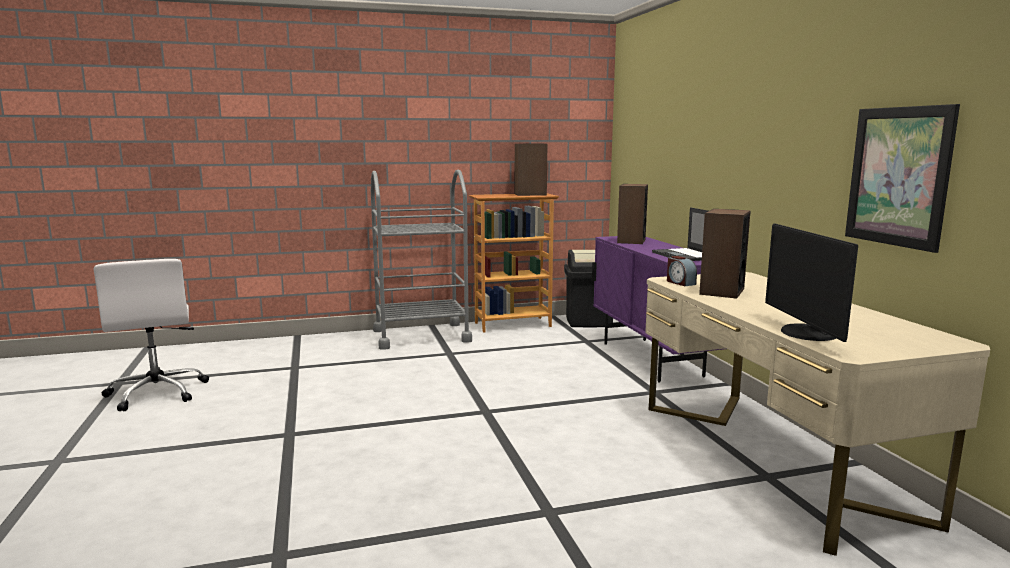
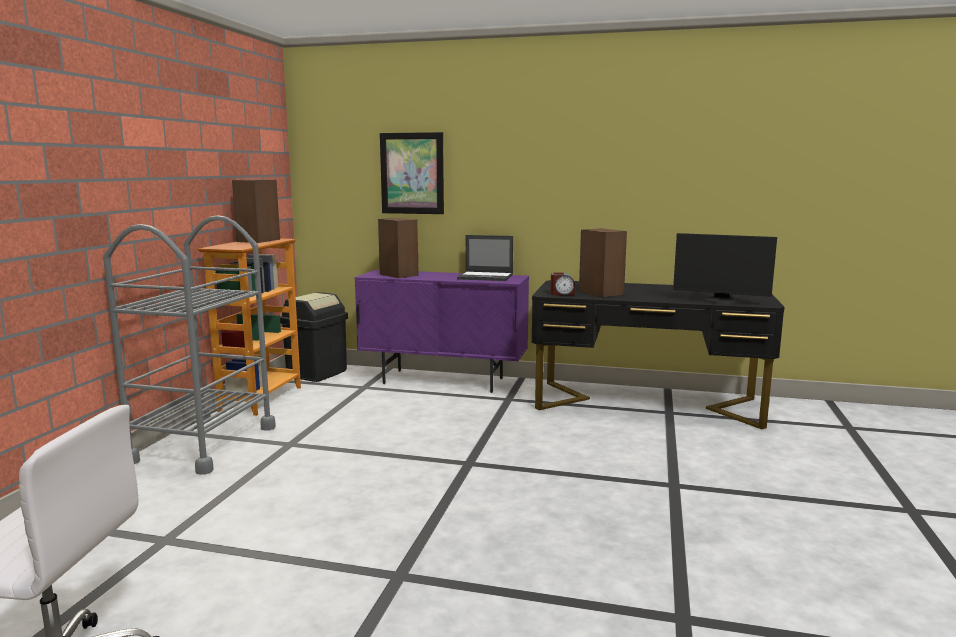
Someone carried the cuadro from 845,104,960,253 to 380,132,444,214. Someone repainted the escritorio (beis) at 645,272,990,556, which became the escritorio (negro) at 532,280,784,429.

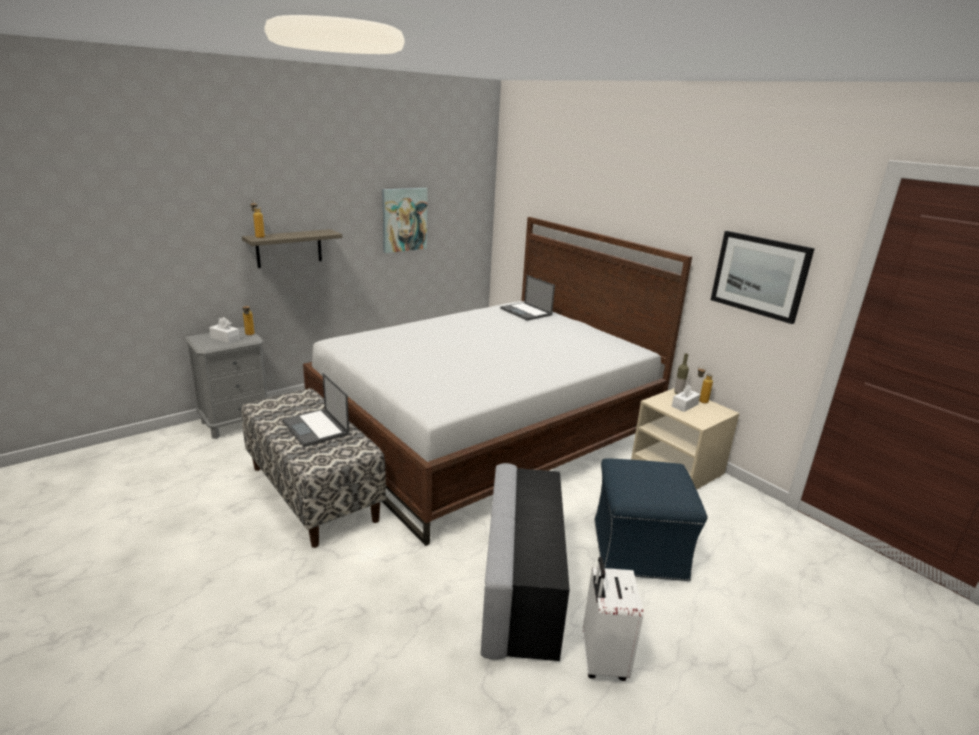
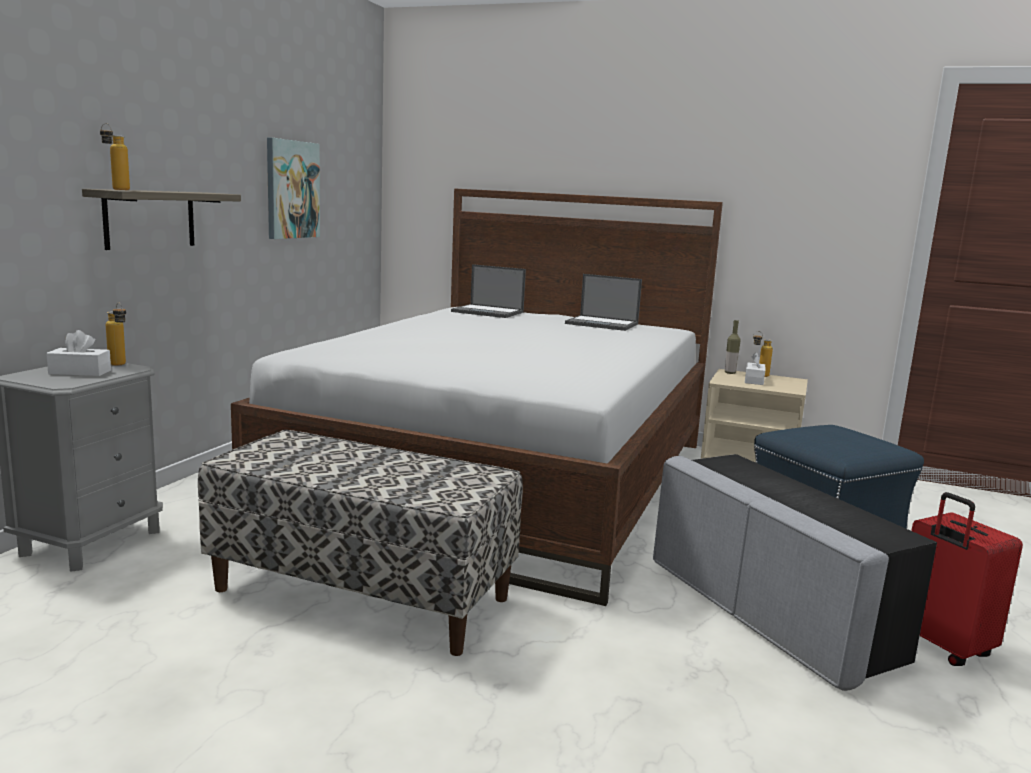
Someone carried the portátil from 282,373,349,447 to 565,274,642,331. Someone repainted the maleta (blanco) at 583,557,643,681, which became the maleta (rojo) at 911,492,1023,666. Someone took away the cuadro at 711,231,815,324.

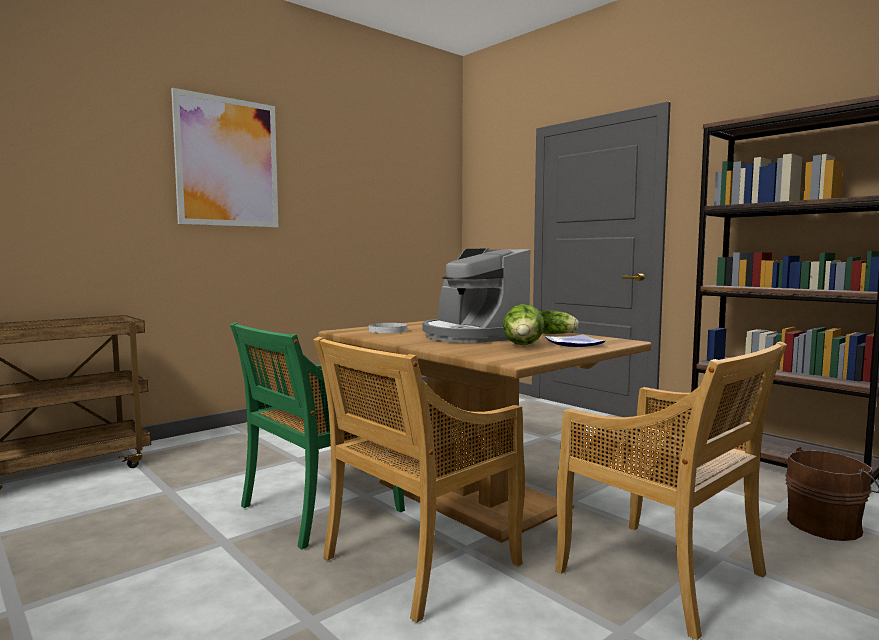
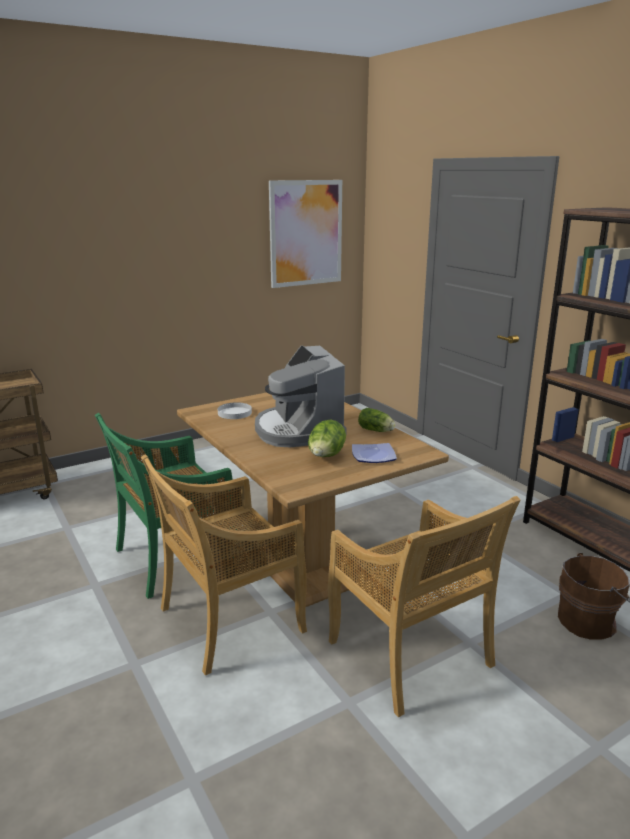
Someone carried the cuadro from 171,88,278,227 to 269,180,342,288.

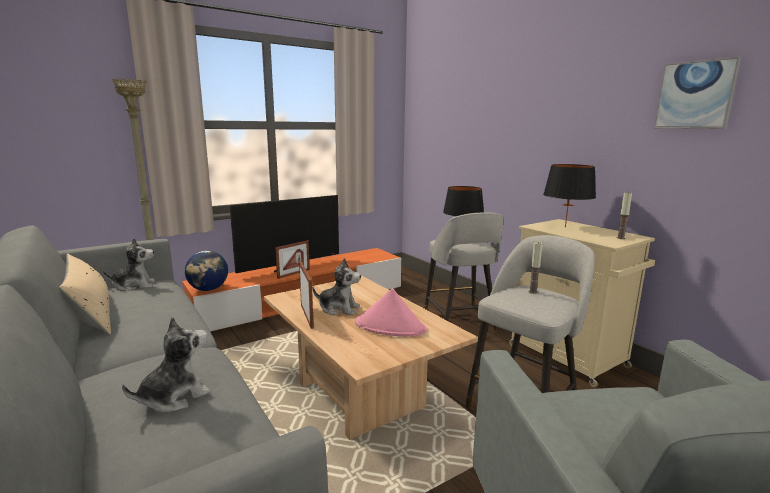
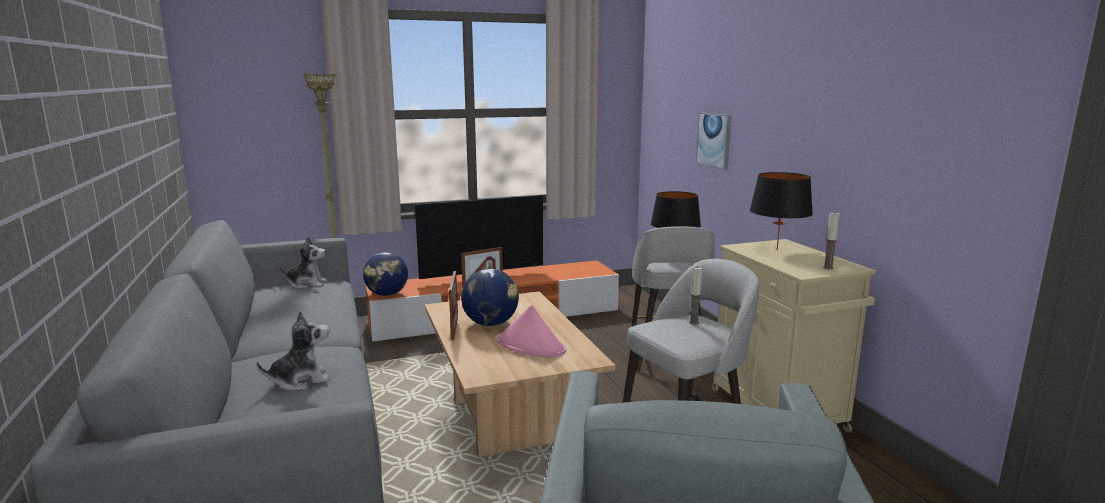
Someone swapped the peluche at 313,258,361,316 for the globo terráqueo at 461,269,519,326. Someone carried the cuadro from 654,57,741,129 to 696,112,732,170. Someone took away the cojín (beis) at 59,254,111,335.

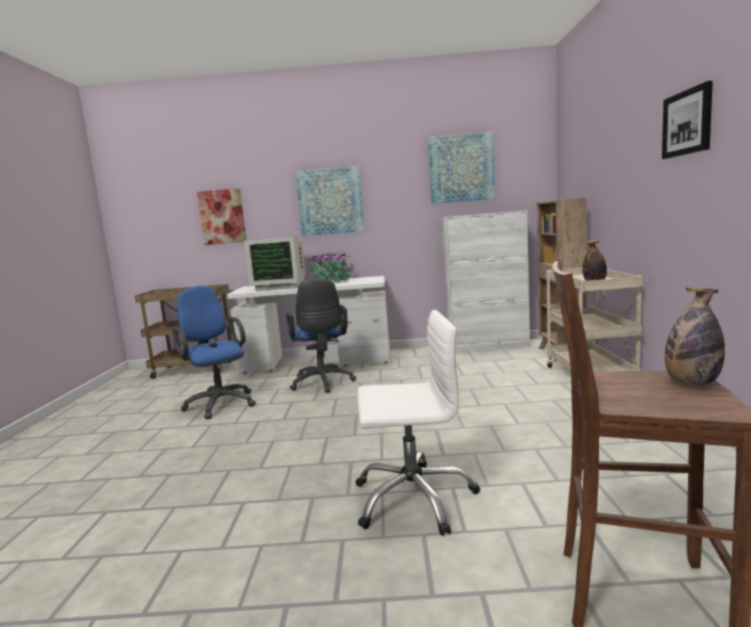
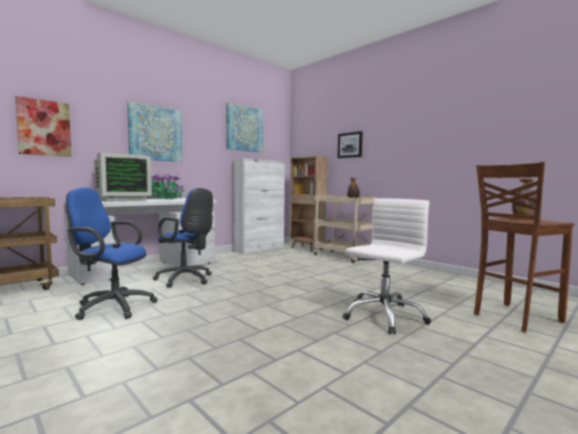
Someone carried the cuadro from 662,81,713,159 to 337,131,363,158.

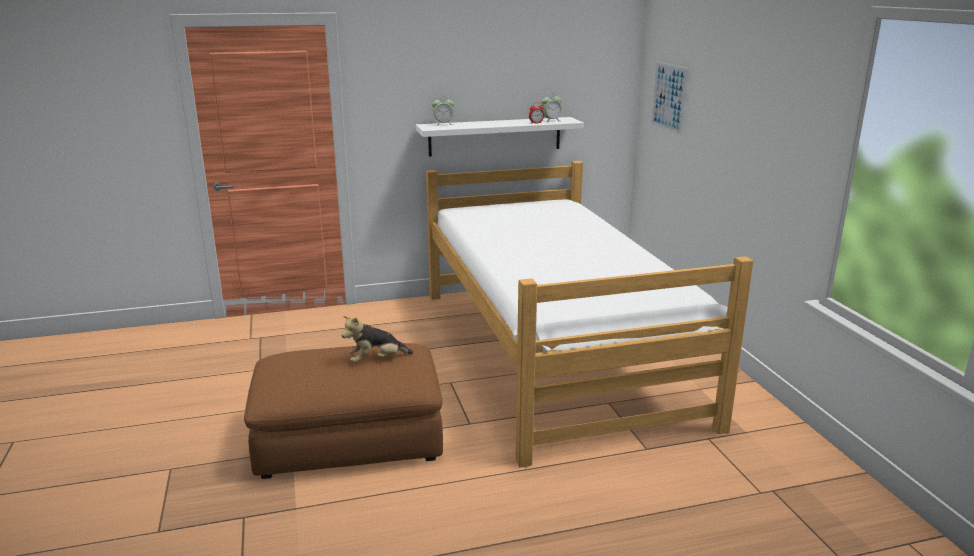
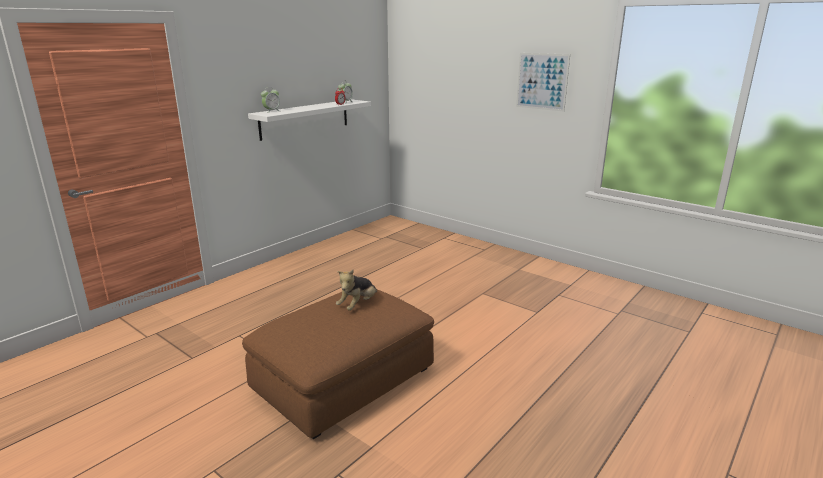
Someone carried the cuadro from 651,62,688,135 to 516,53,570,111. Someone took away the cama at 426,161,753,468.

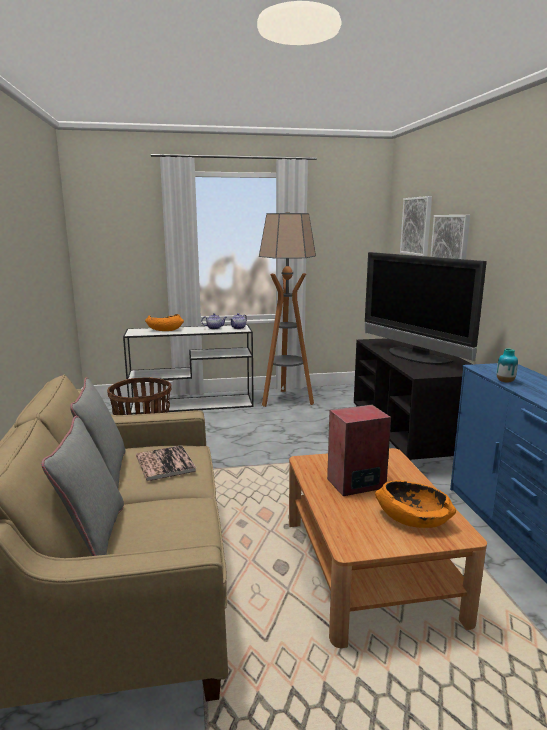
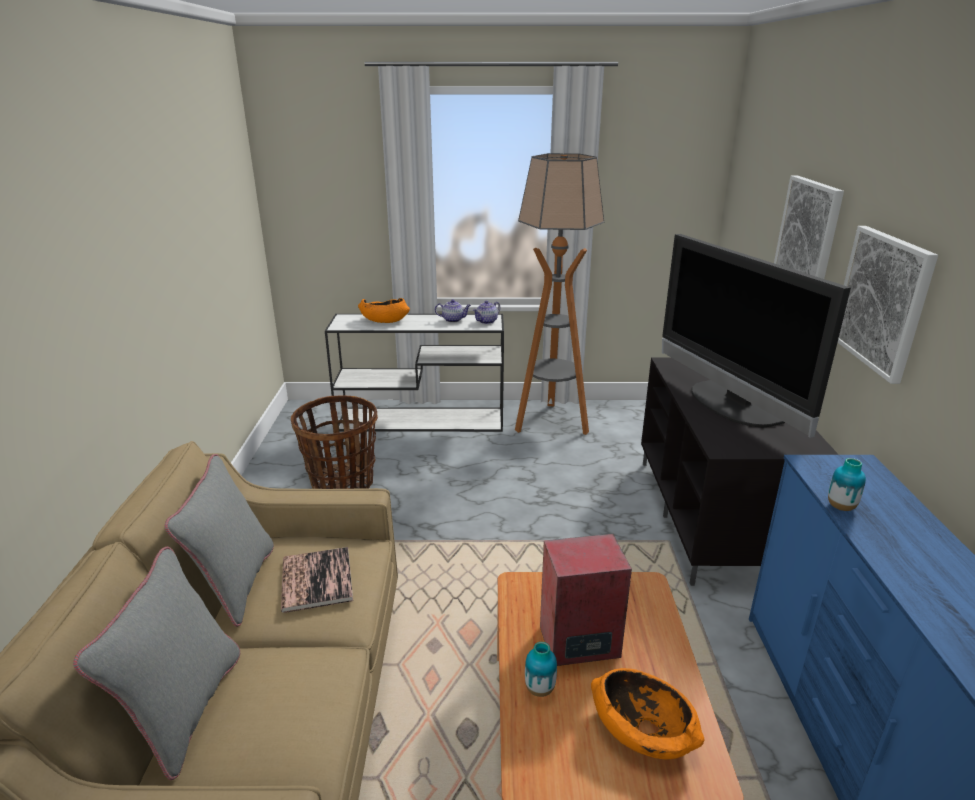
Someone put down the florero at 525,642,557,697. Someone carried the cuadro from 400,196,432,256 to 837,226,938,384.

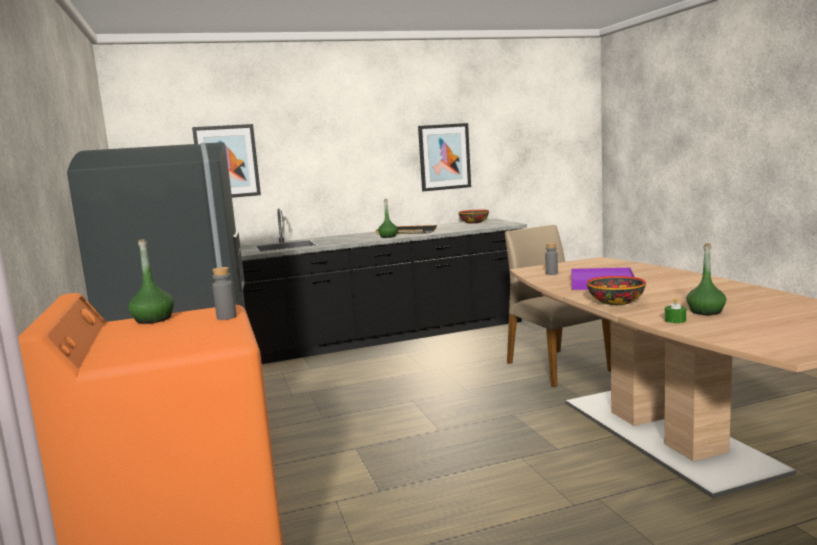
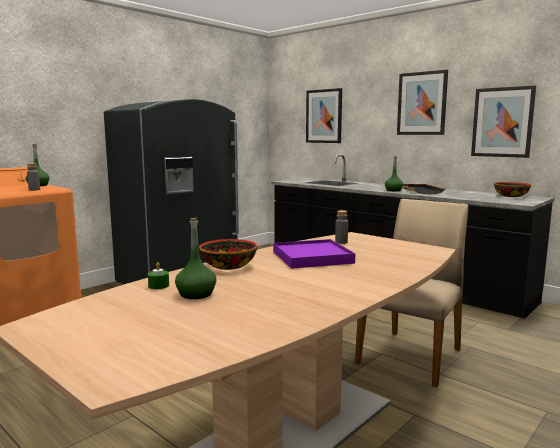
Someone put up the cuadro at 397,70,448,135.

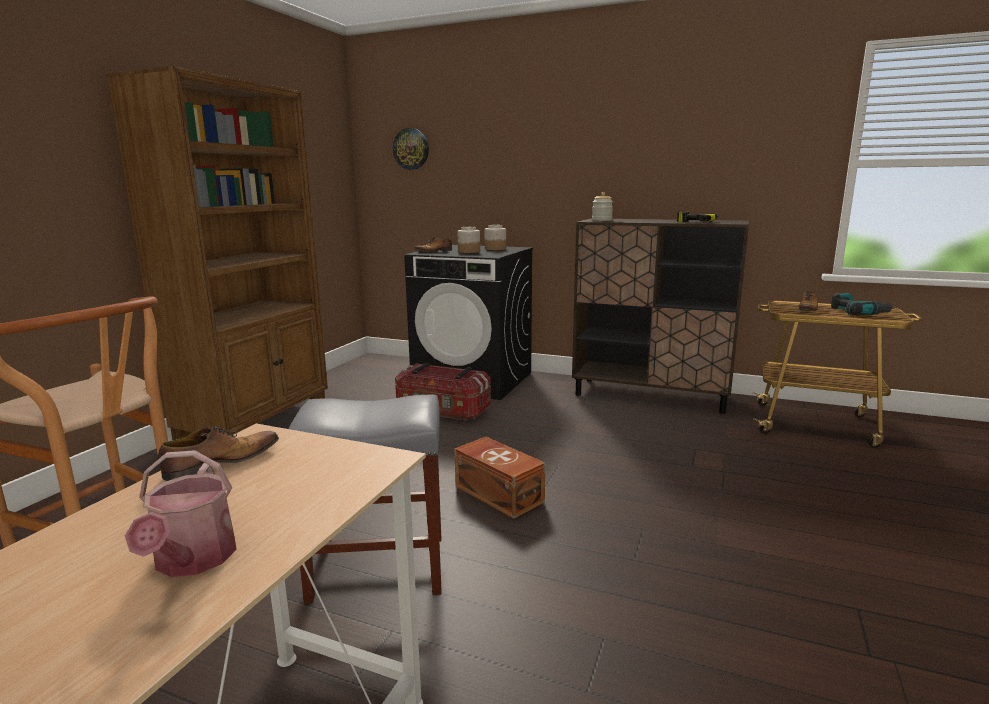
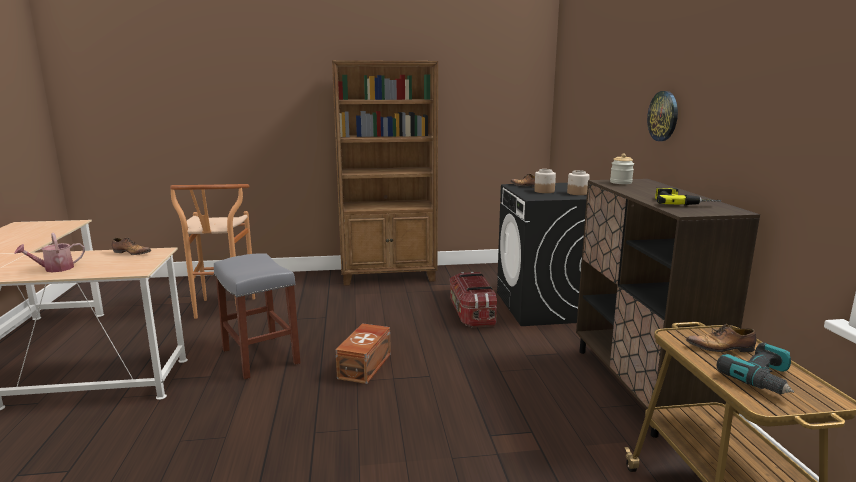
Someone carried the reloj de pared from 393,128,429,170 to 647,91,678,141.

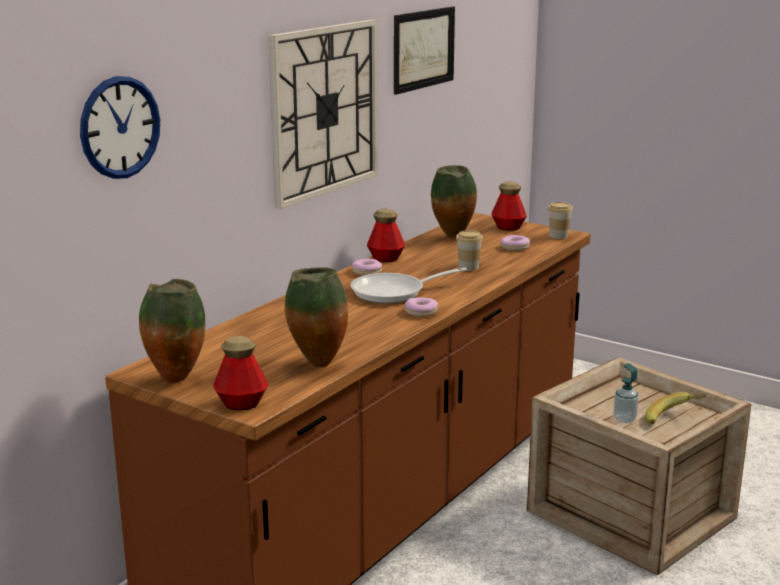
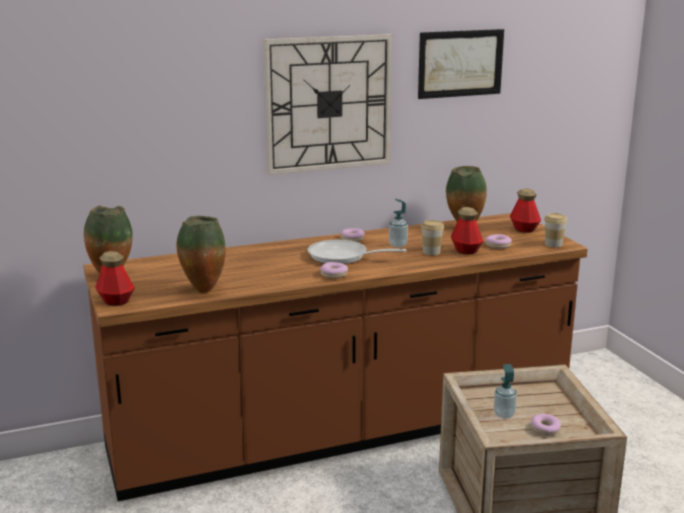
Someone put down the dispensador de jabón at 389,199,408,247. Someone carried the botella from 367,209,405,262 to 451,207,483,255. Someone swapped the plátano at 645,392,707,424 for the rosquilla at 531,414,561,435. Someone took away the reloj de pared at 80,76,160,179.

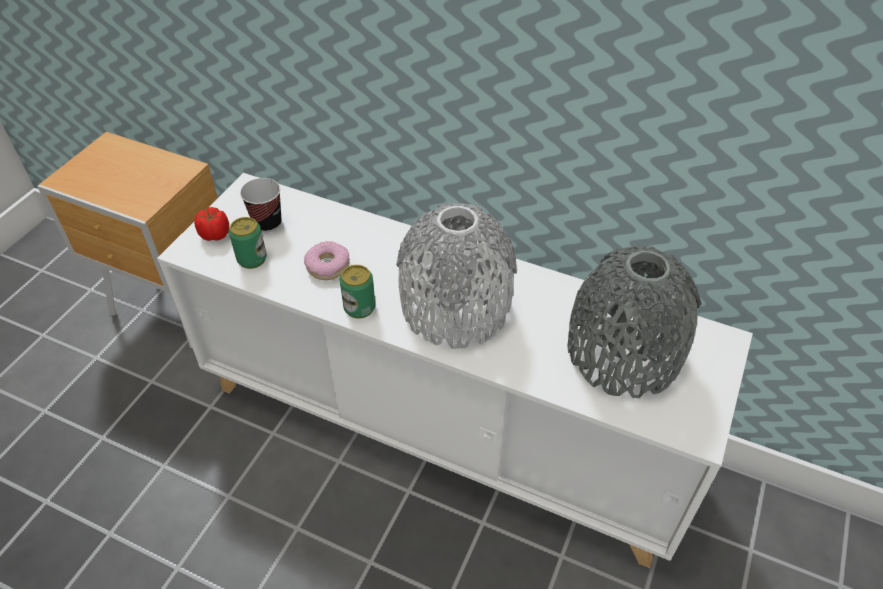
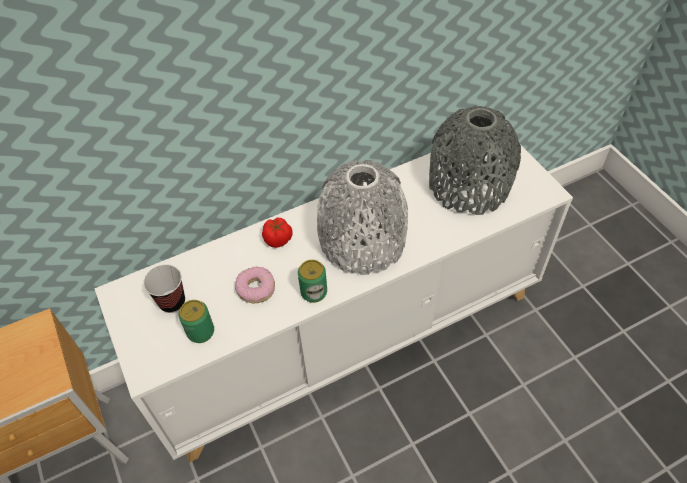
Someone carried the tomate from 194,207,229,241 to 262,218,292,248.

